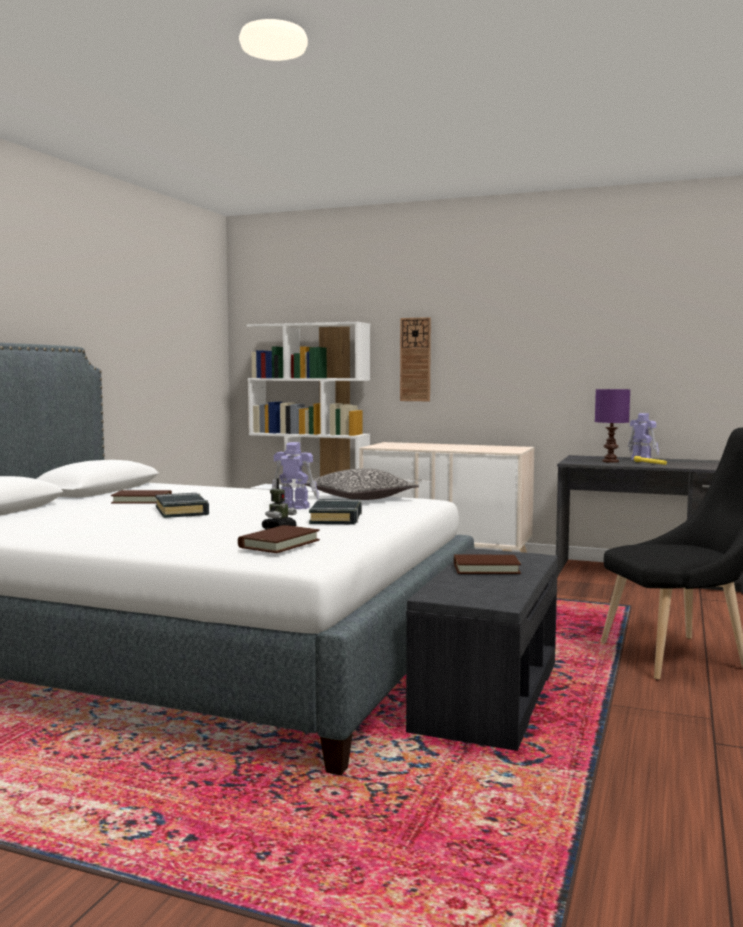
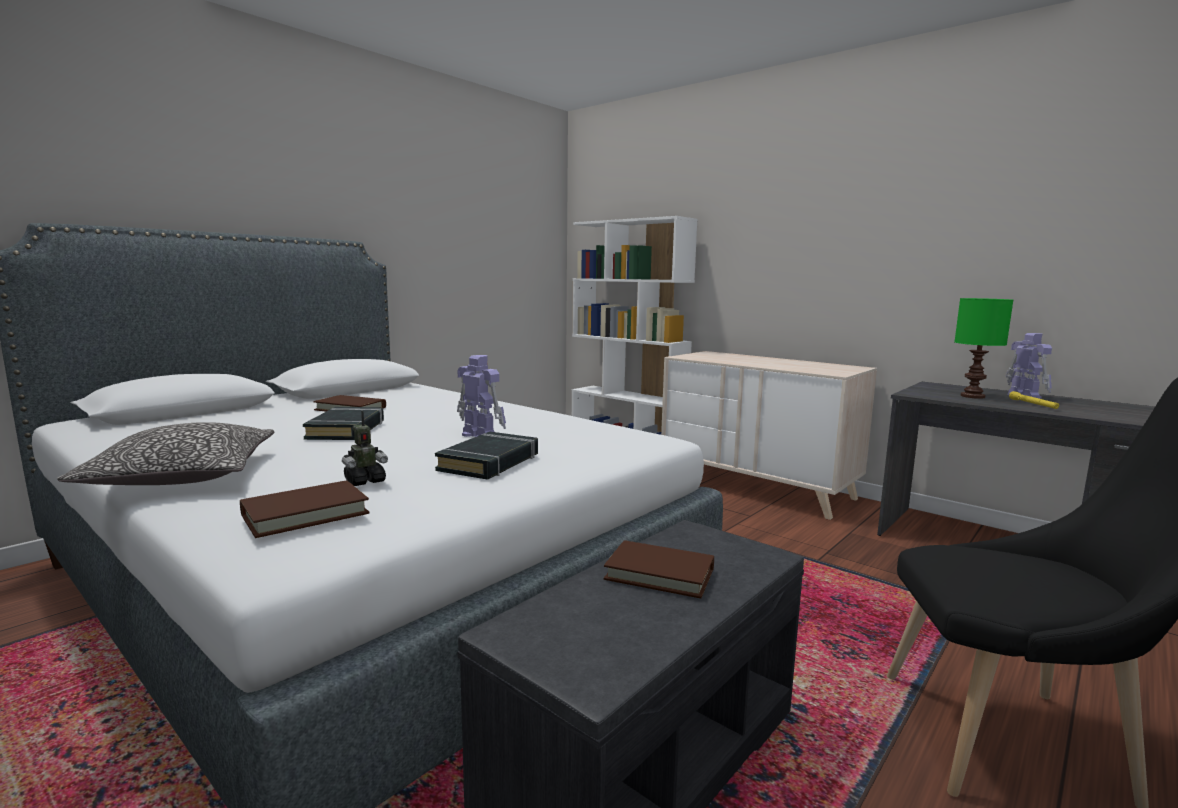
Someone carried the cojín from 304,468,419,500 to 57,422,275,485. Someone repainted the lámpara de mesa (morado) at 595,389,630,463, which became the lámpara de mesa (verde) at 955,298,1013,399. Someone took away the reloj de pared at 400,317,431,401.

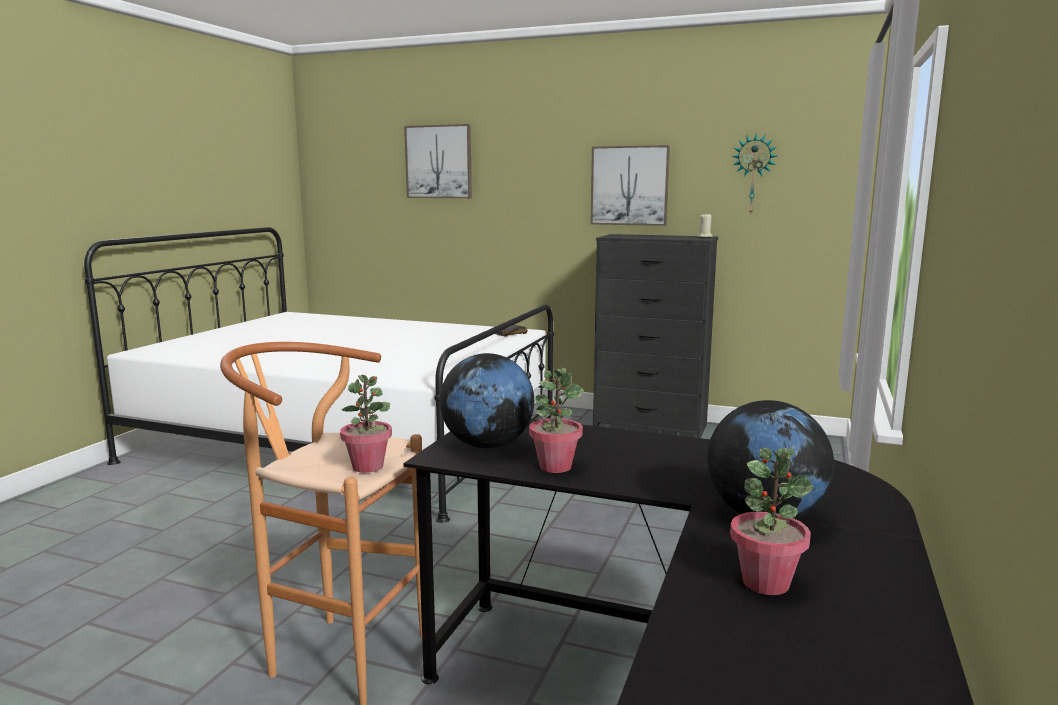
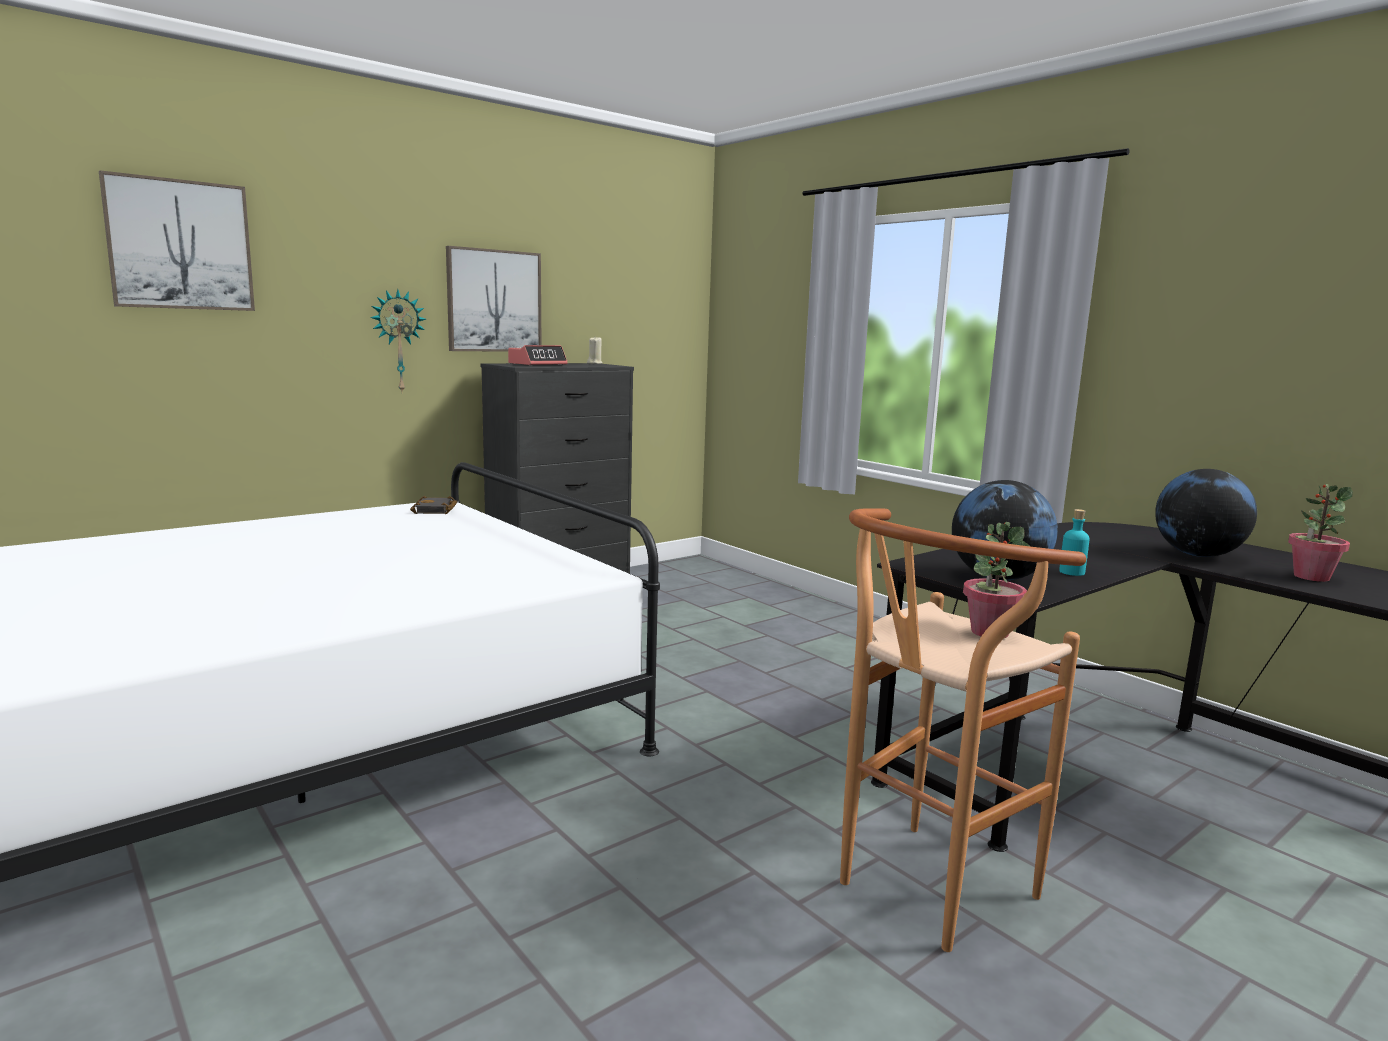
Someone carried the reloj de pared from 732,133,777,216 to 370,289,426,391. Someone put down the despertador at 508,345,568,365. Someone swapped the planta en maceta at 529,368,584,473 for the botella (turquesa) at 1059,509,1090,576.

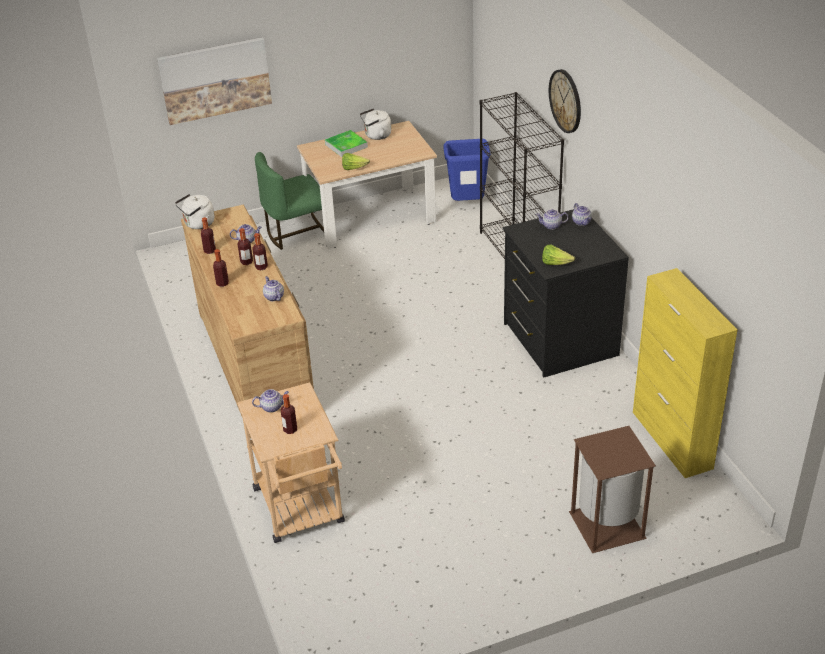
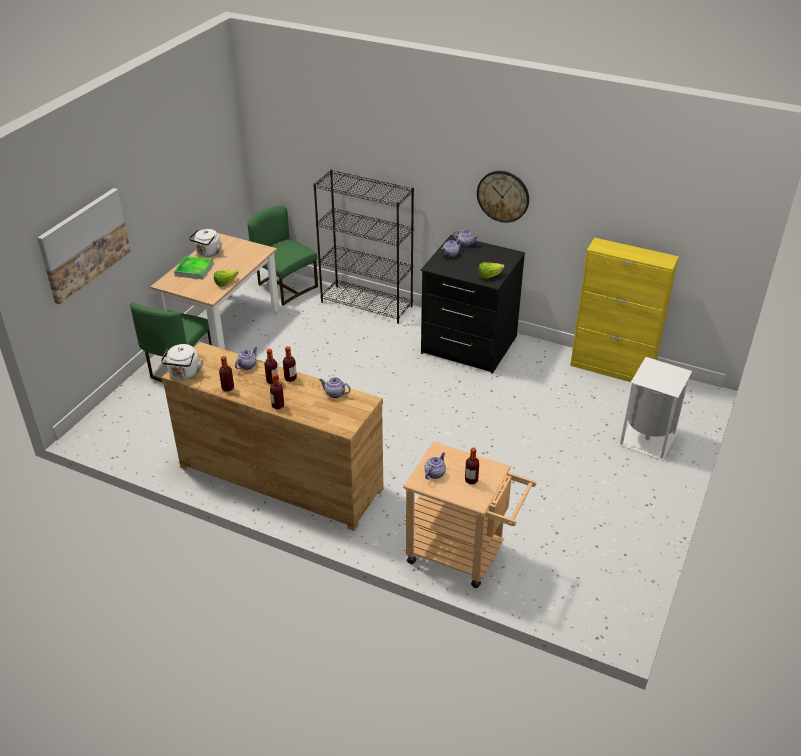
Someone swapped the papelera (azul) at 443,139,491,201 for the silla (verde) at 248,206,318,305. Someone carried the reloj de pared from 549,69,581,133 to 477,171,529,223. Someone repainted the papelera (marrón) at 569,426,656,553, which became the papelera (blanco) at 618,357,692,460.

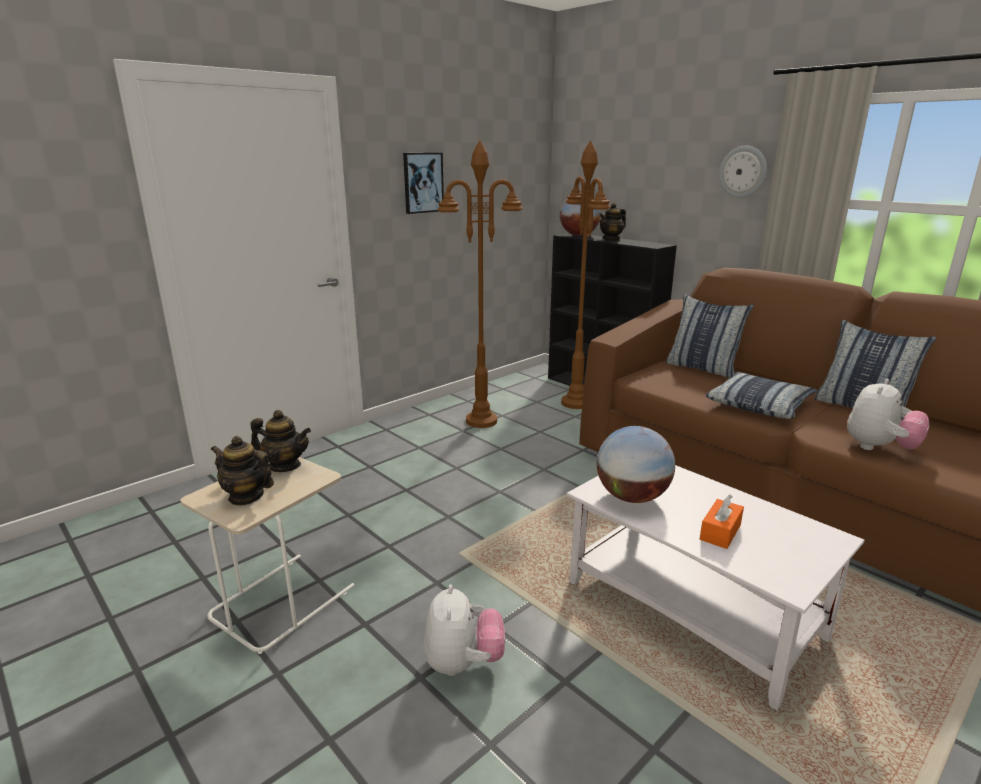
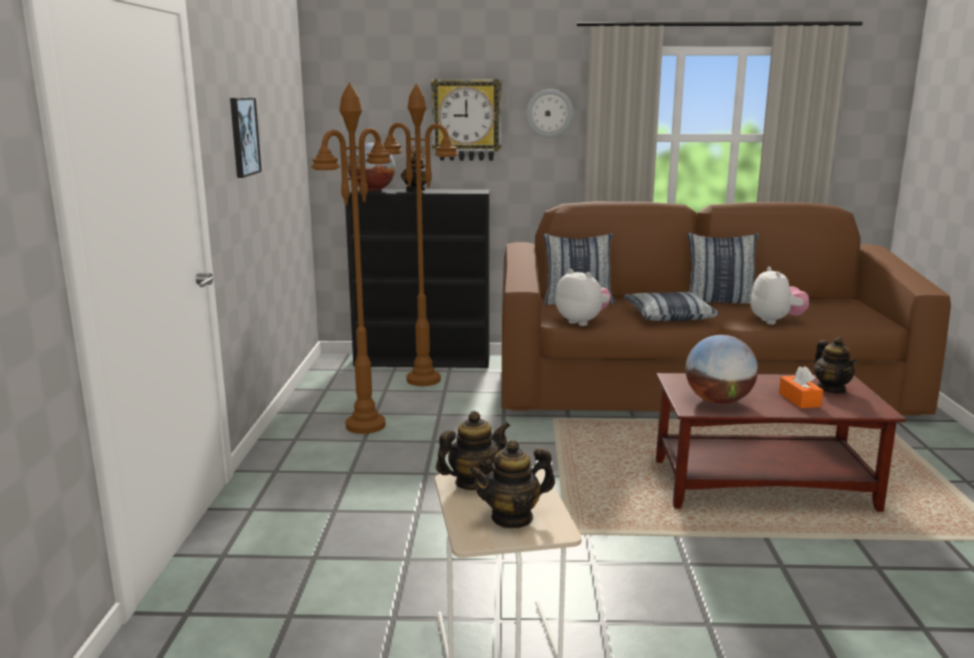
Someone put up the reloj de pared at 431,79,502,161. Someone carried the peluche from 423,585,505,676 to 555,269,611,326. Someone repainted the mesa de centro (blanco) at 567,465,865,710, which became the mesa de centro (marrón) at 656,373,906,512. Someone put down the tetera at 814,337,857,393.

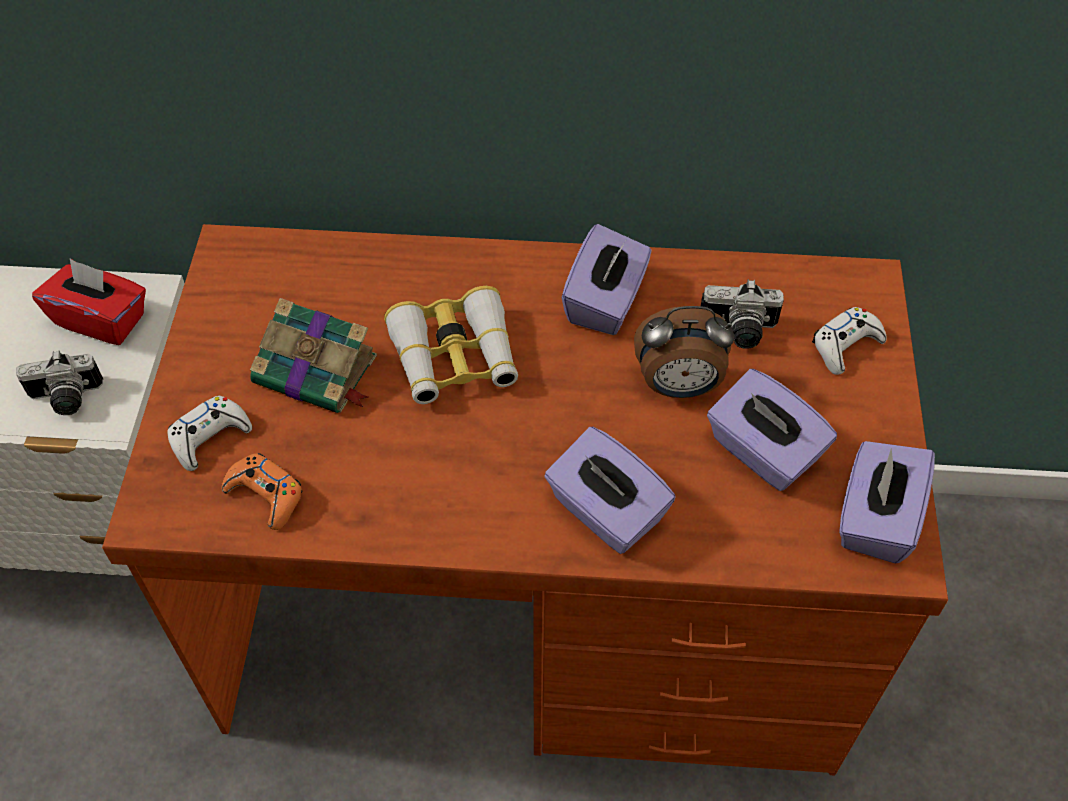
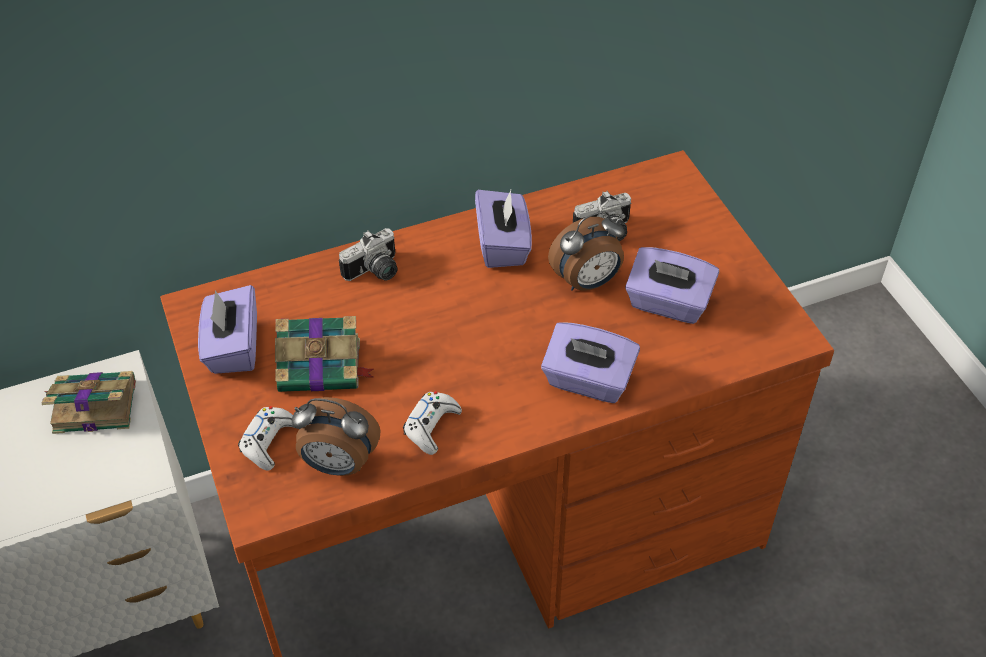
Someone swapped the caja de pañuelos (rojo) at 32,258,146,345 for the libro at 41,371,136,434. Someone carried the caja de pañuelos (morado) from 839,441,935,563 to 198,285,257,374. Someone swapped the mando de consola (naranja) at 221,453,303,530 for the despertador at 292,397,381,476. Someone carried the cámara from 16,350,103,415 to 339,228,398,281. Someone carried the mando de consola (blanco) from 812,307,887,375 to 403,391,462,455. Someone took away the prismáticos at 384,286,518,404.

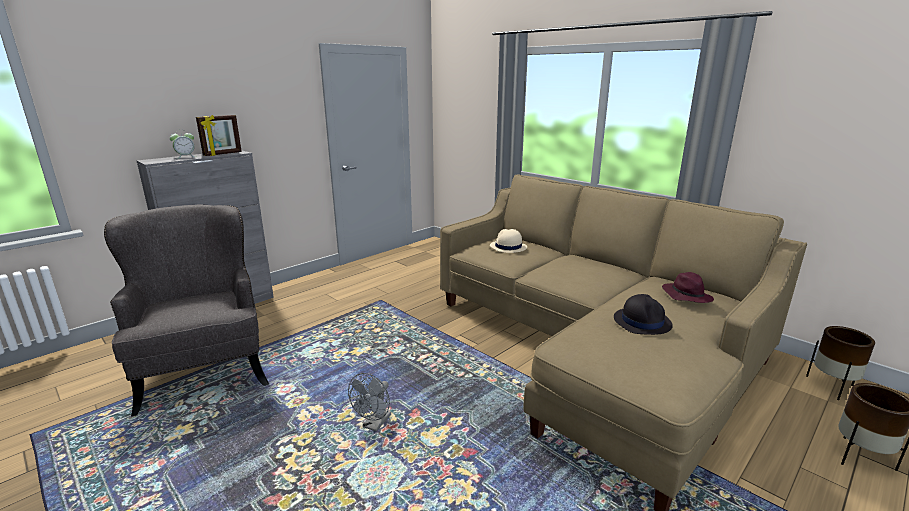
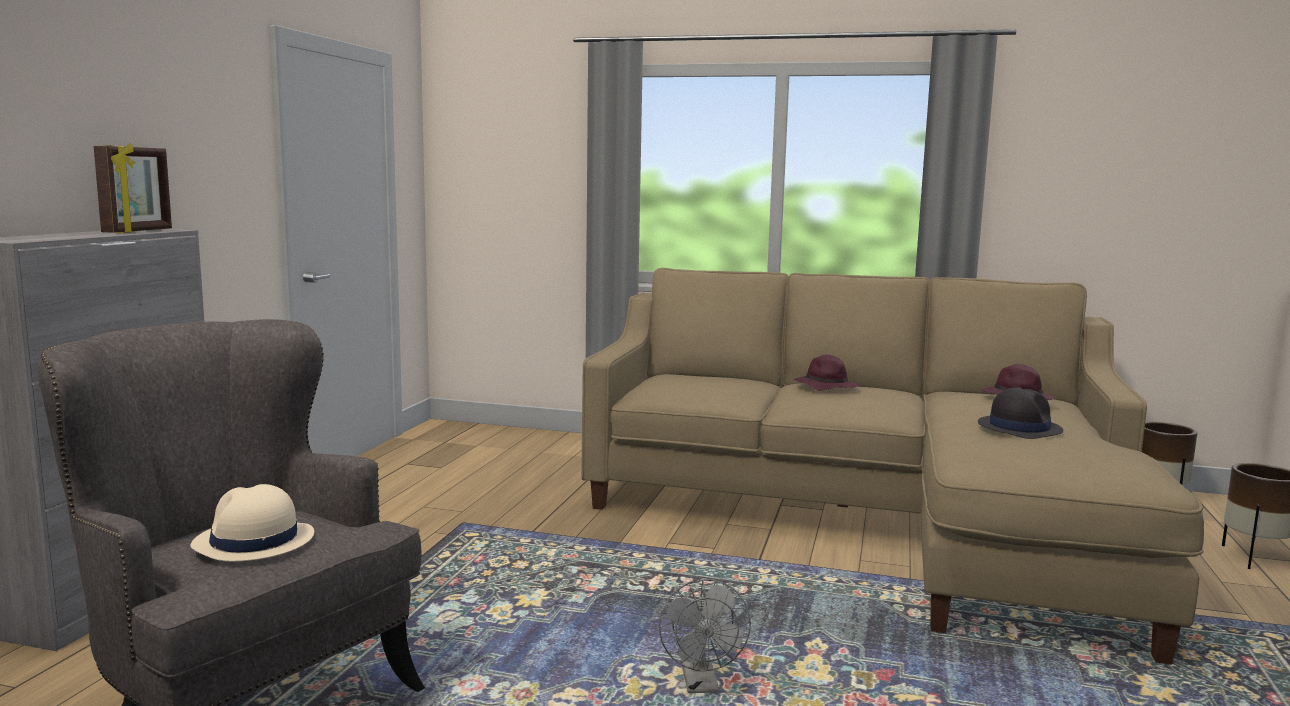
Someone carried the sombrero (beis) from 490,229,527,253 to 191,484,314,561. Someone put down the sombrero (morado) at 794,355,860,391. Someone took away the despertador at 170,132,195,159.

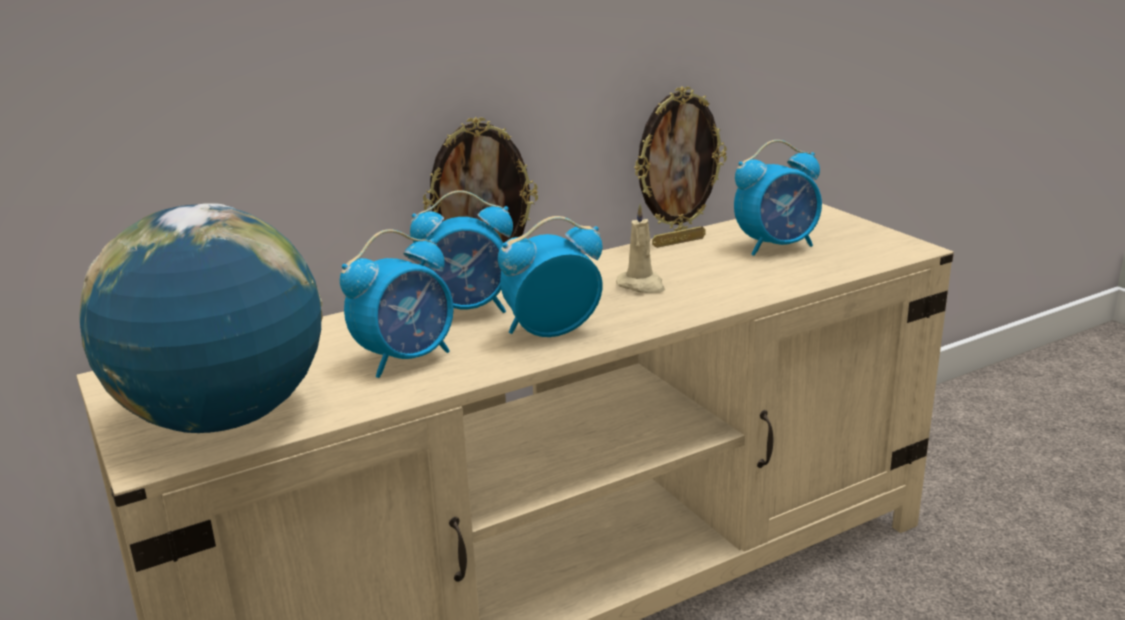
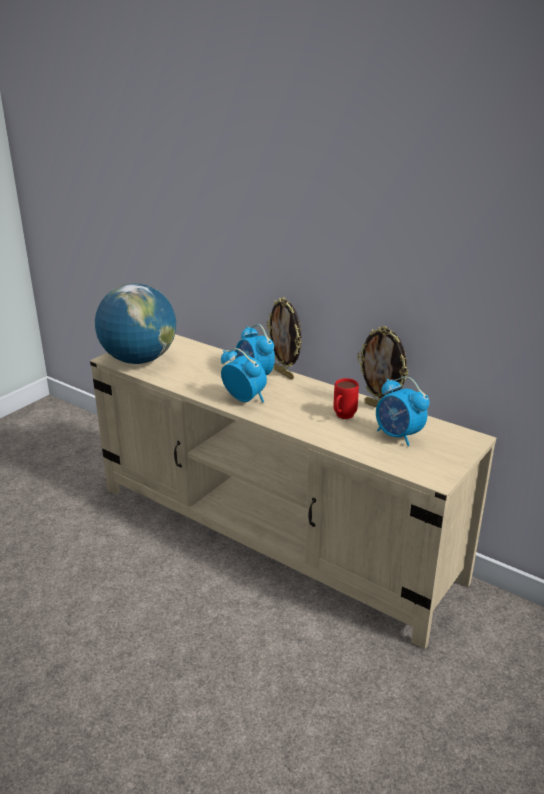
Someone put down the taza grande (rojo) at 334,378,359,419. Someone took away the despertador at 340,229,454,378. Someone took away the vela (beis) at 616,204,665,293.

